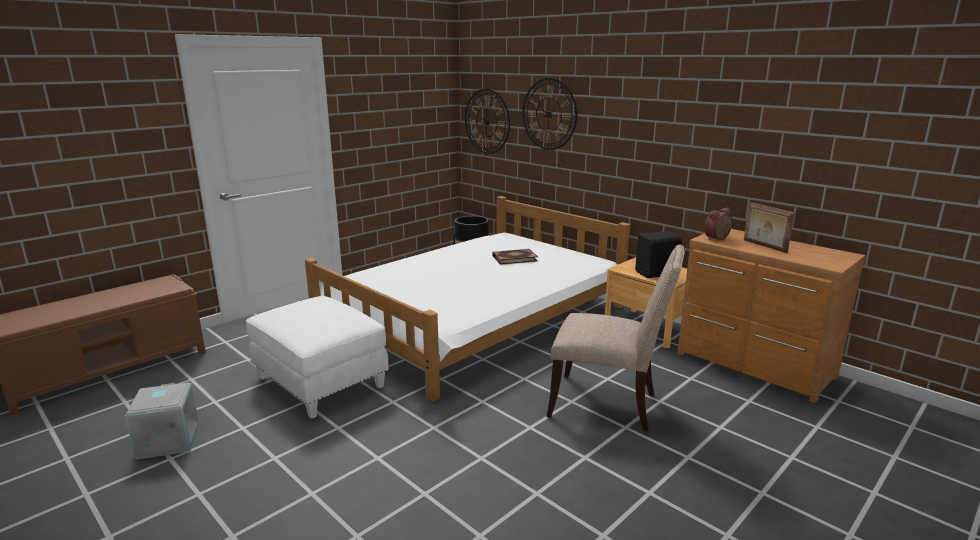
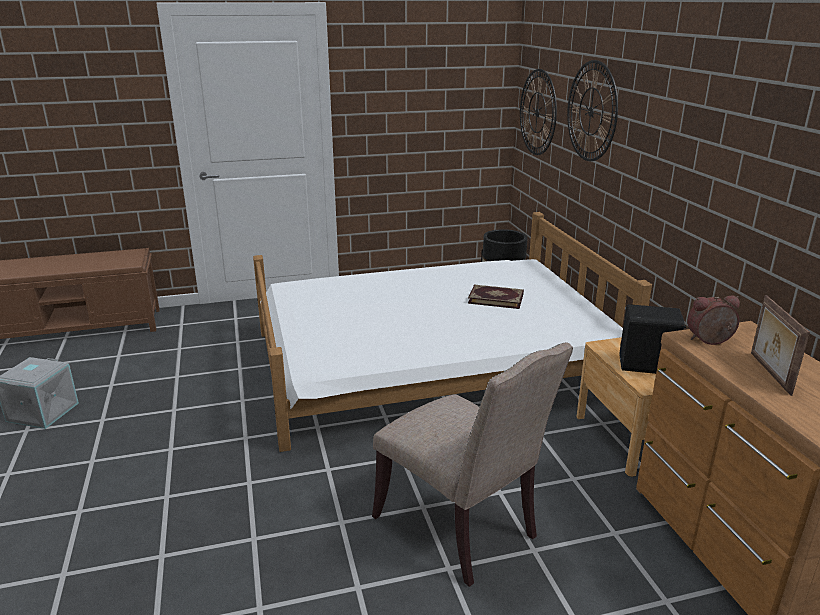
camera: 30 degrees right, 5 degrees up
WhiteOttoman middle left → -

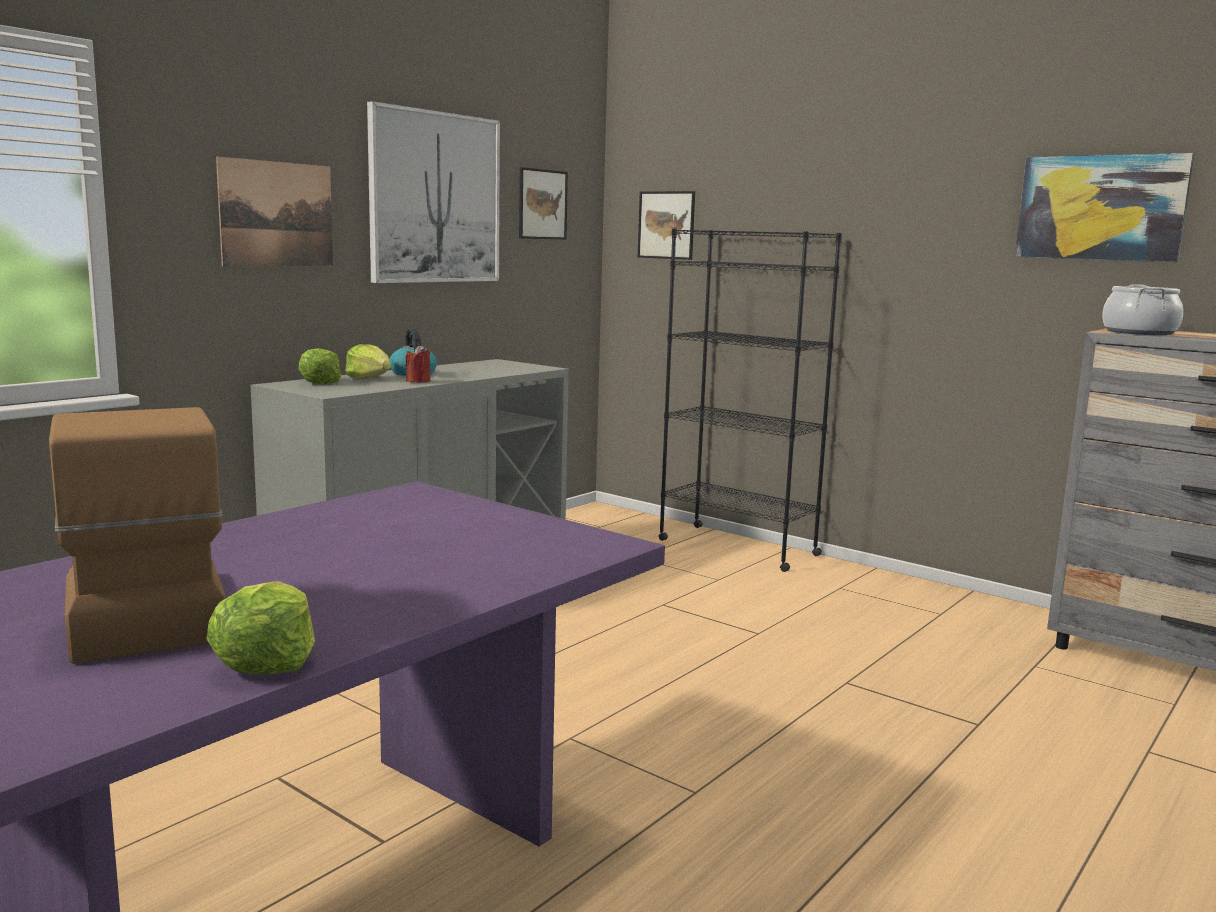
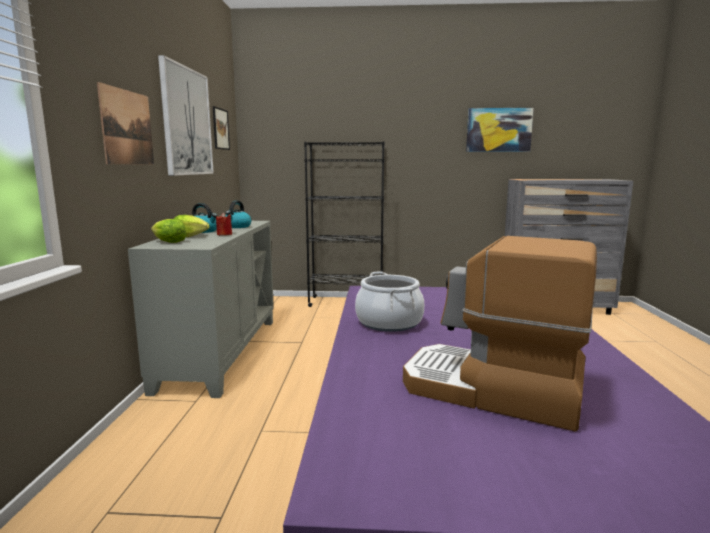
camera: 35 degrees left, 0 degrees up
- → TeaKettle (no. 2 from left) centre
CookingPot middle right → CookingPot centre, shifted
Lettuce (no. 1 from left) bottom left → -
Picture (no. 4 from left) top centre → -

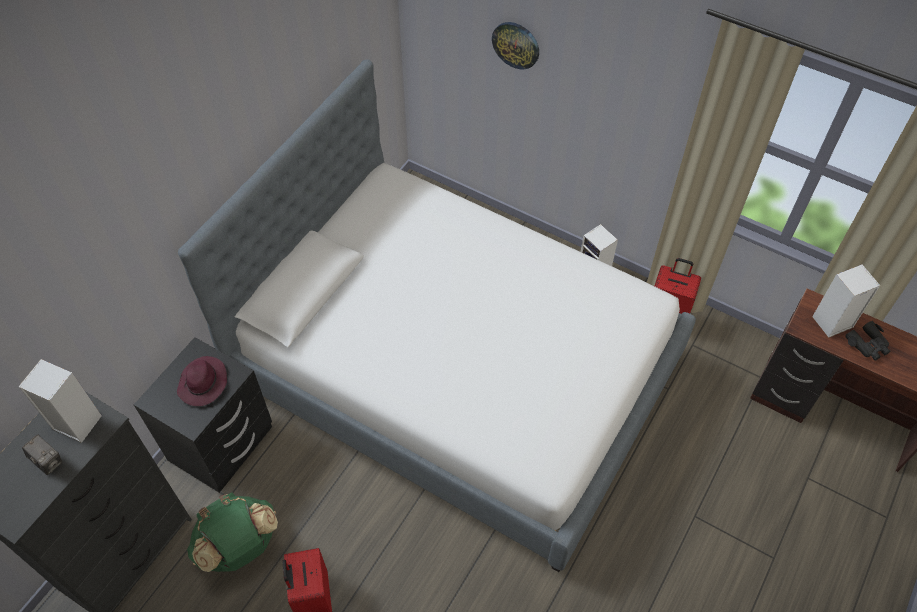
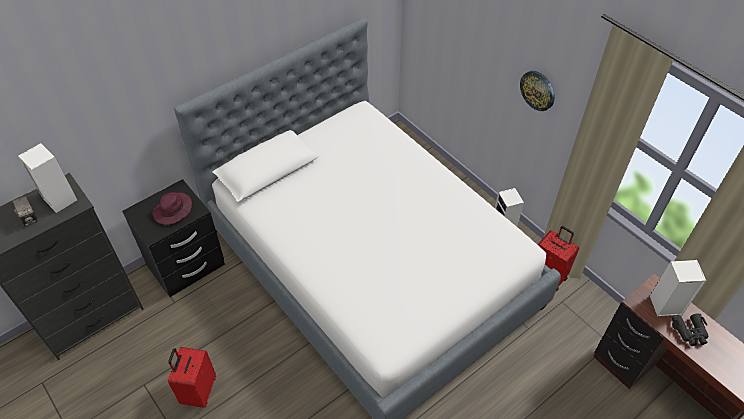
camera: 20 degrees right, 5 degrees down
WallClock top centre → WallClock top right, shifted
GreenColouredRucksack bottom left → -

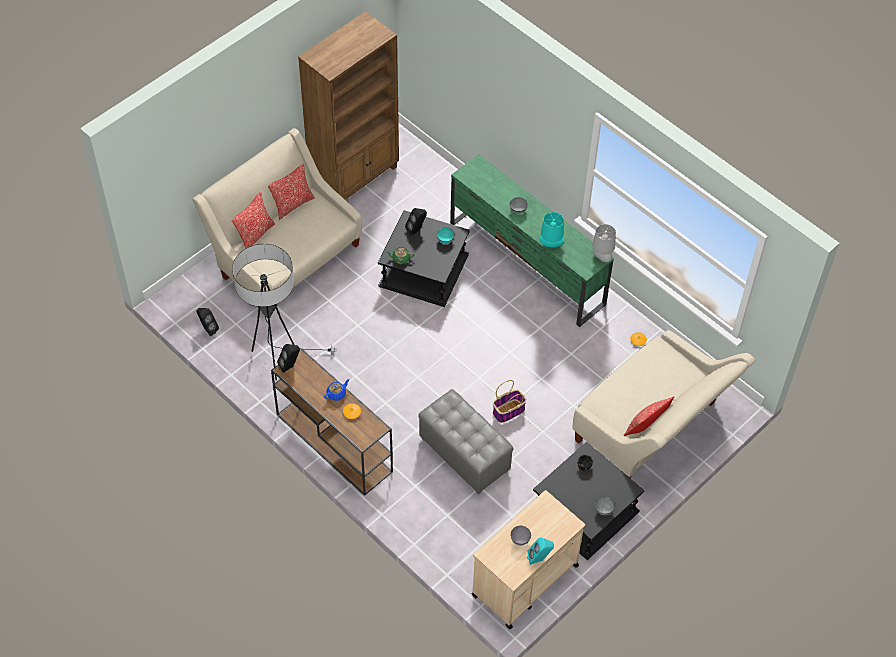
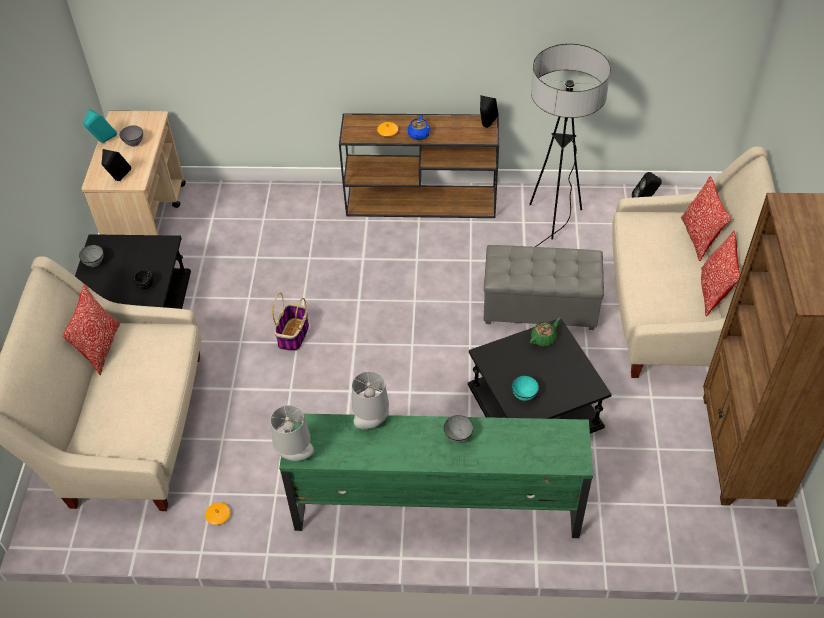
camera: 140 degrees right, 5 degrees down
BlackSpeaker (no. 3 from left in the first image) centre → BlackSpeaker (no. 1 from left) top left, shifted
TurquoiseLampForATable centre → GreyLampForATable (no. 2 from left) centre
GreyOttoman bottom centre → GreyOttoman centre, shifted

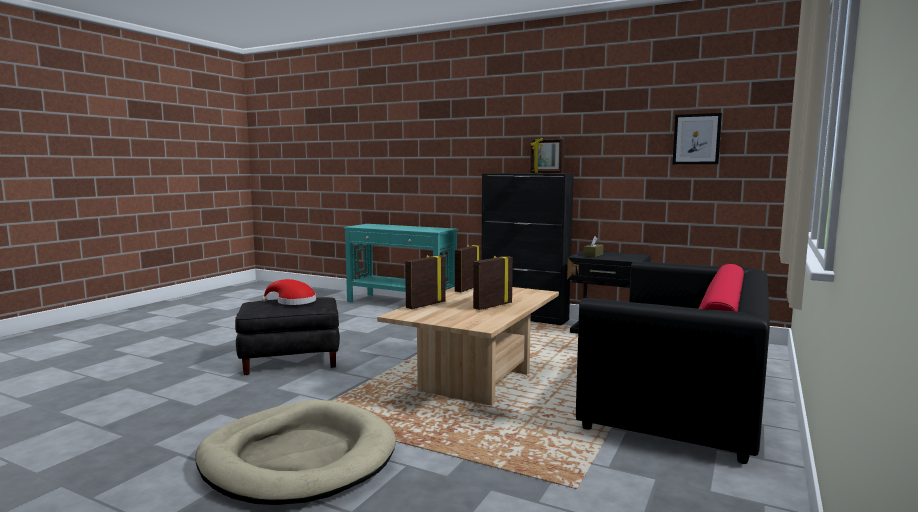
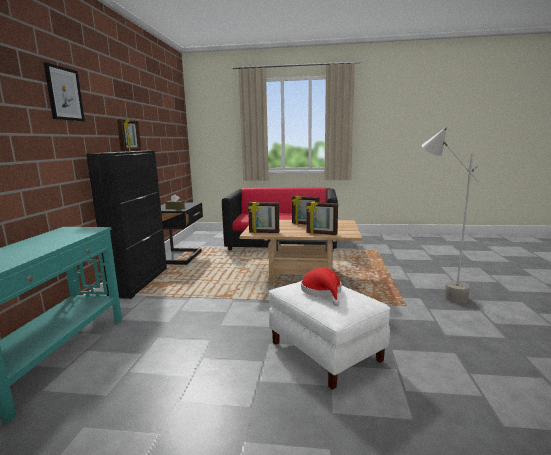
camera: 110 degrees left, 5 degrees up
Picture top right → Picture top left, shifted
BlackOttoman middle left → WhiteOttoman bottom centre
SandColouredPetBed bottom left → GreyStandingLamp middle right

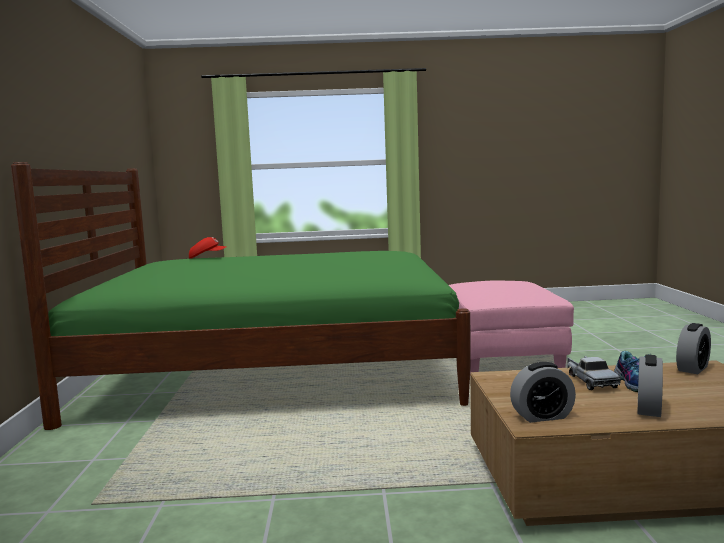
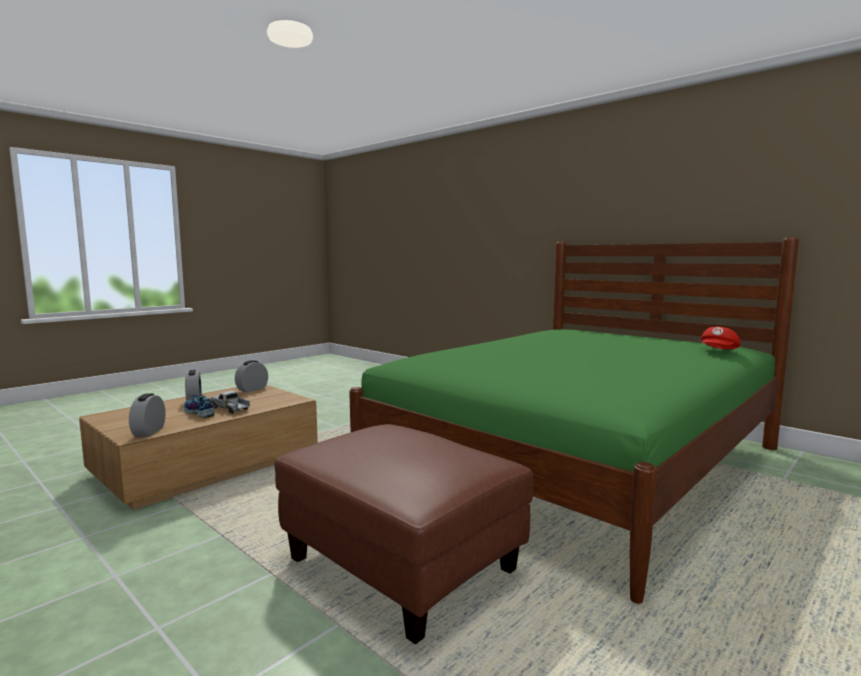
camera: 135 degrees right, 0 degrees up
PinkOttoman middle right → BrownishOttoman bottom centre

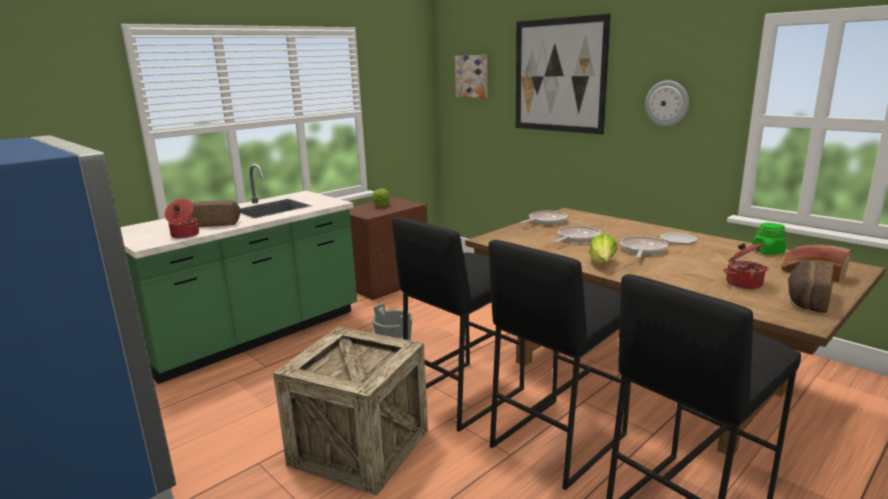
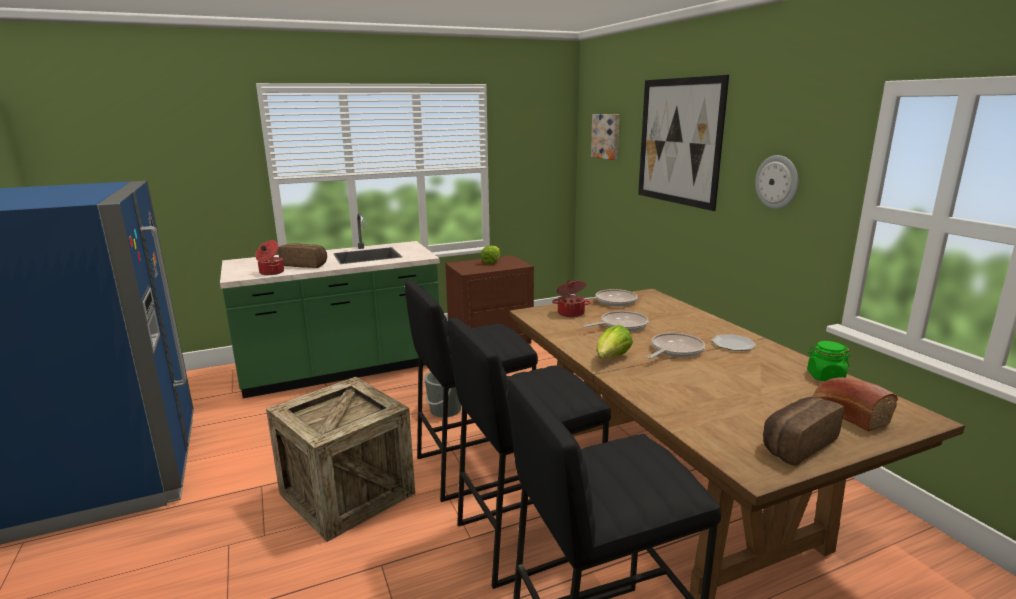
camera: 20 degrees right, 0 degrees up
CookingPot (no. 2 from left) middle right → CookingPot (no. 2 from left) centre, shifted

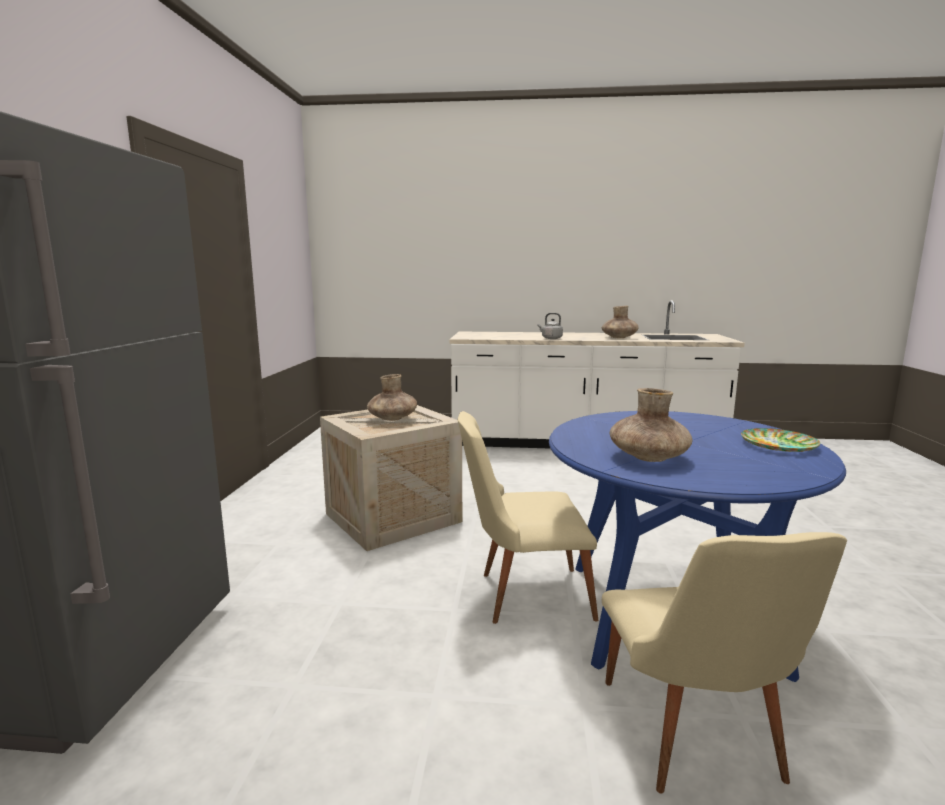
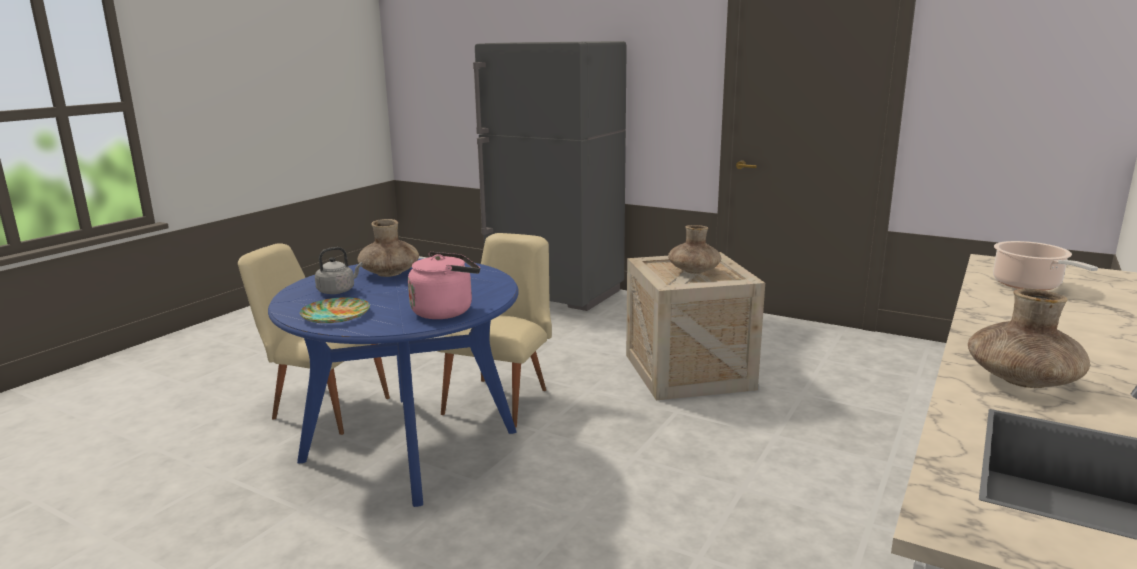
camera: 115 degrees right, 5 degrees up
GreyTeaKettle centre → GreyTeaKettle middle left, shifted
- → PinkTeaKettle centre
- → CookingPot middle right

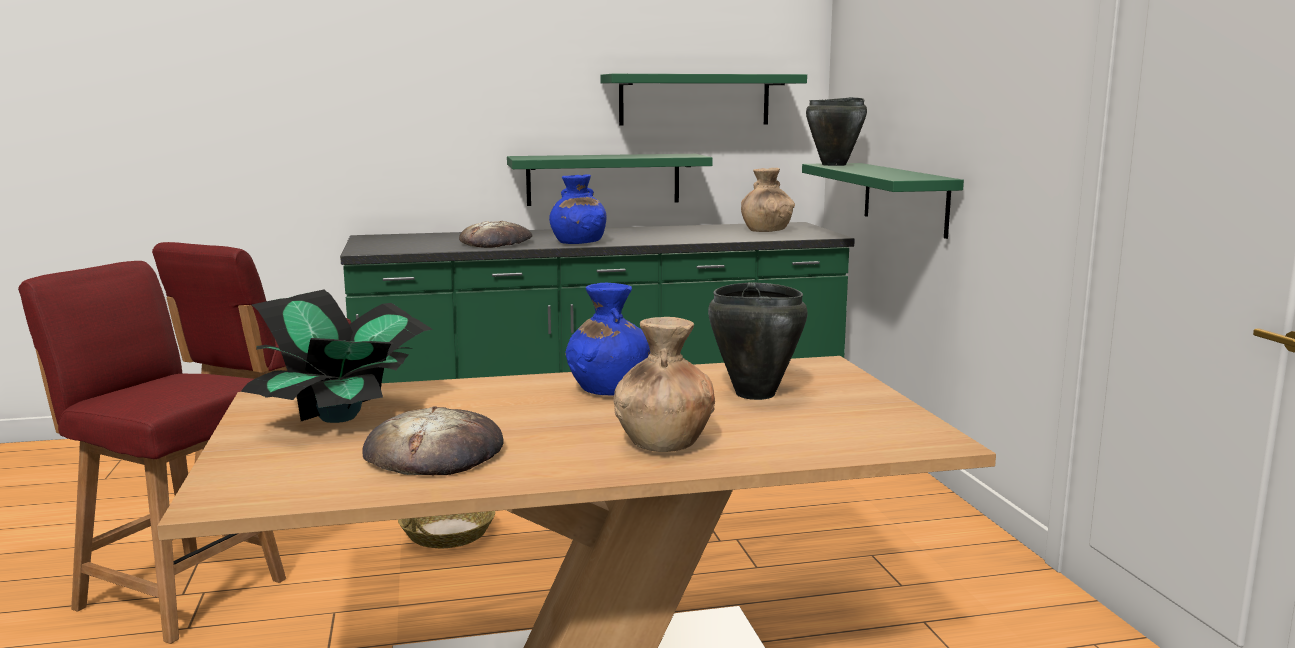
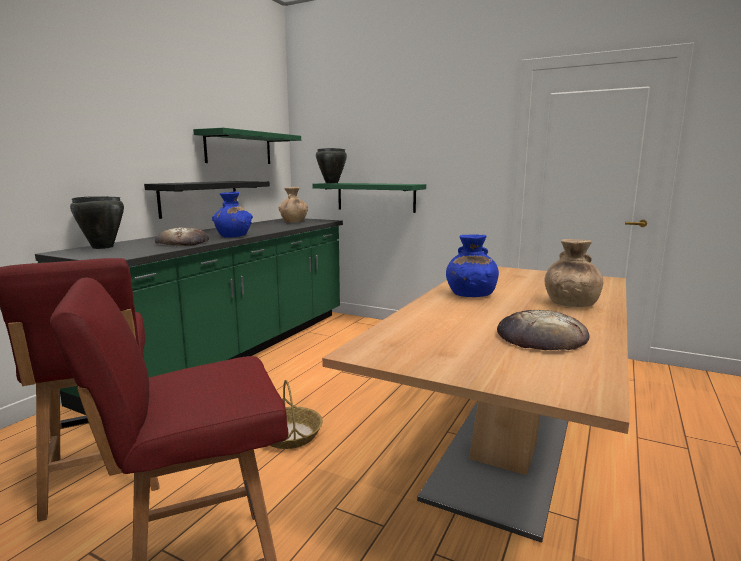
camera: 50 degrees left, 0 degrees up
BlackCookingPot (no. 1 from left) centre → BlackCookingPot (no. 1 from left) middle left, shifted
GreenColouredWallShelf (no. 1 from left) top centre → BlackWallShelf middle left
PottedPlant middle left → -

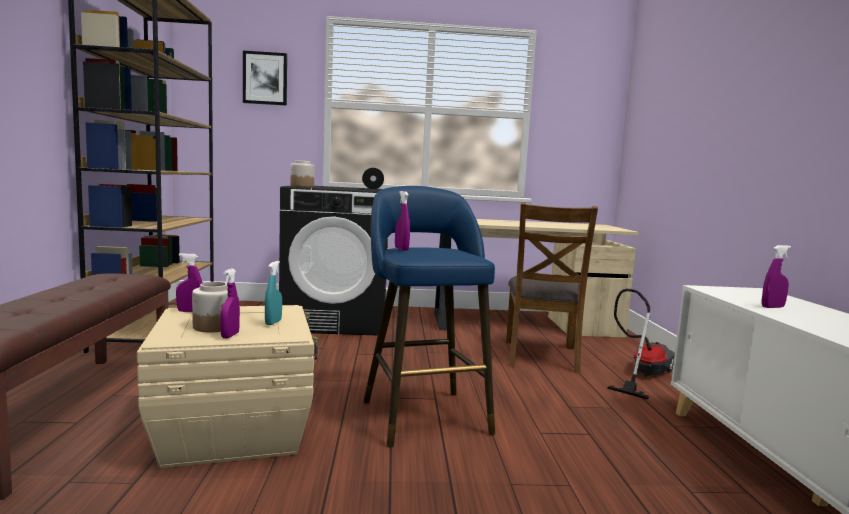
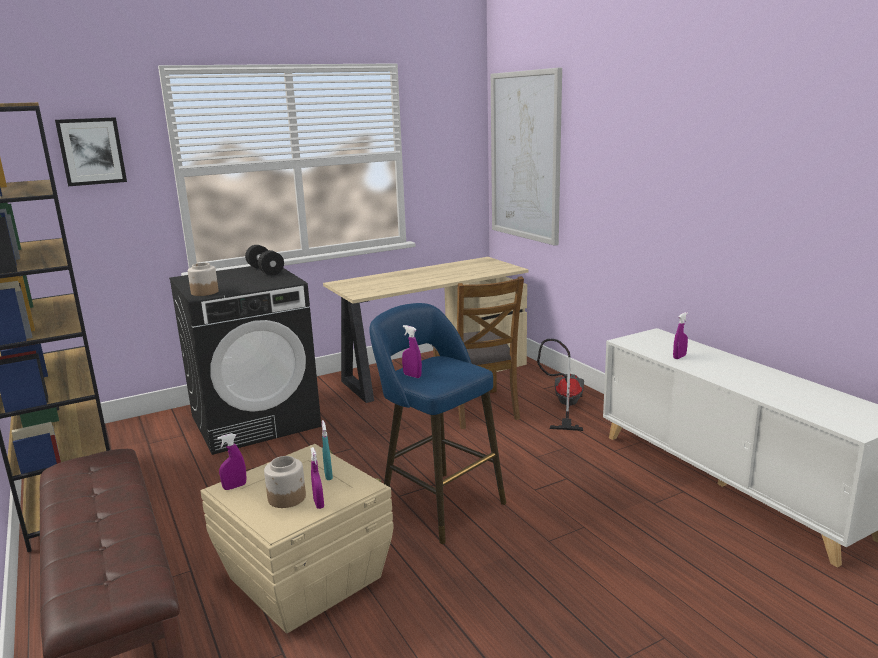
camera: 25 degrees left, 10 degrees up
- → Picture (no. 2 from left) top centre

